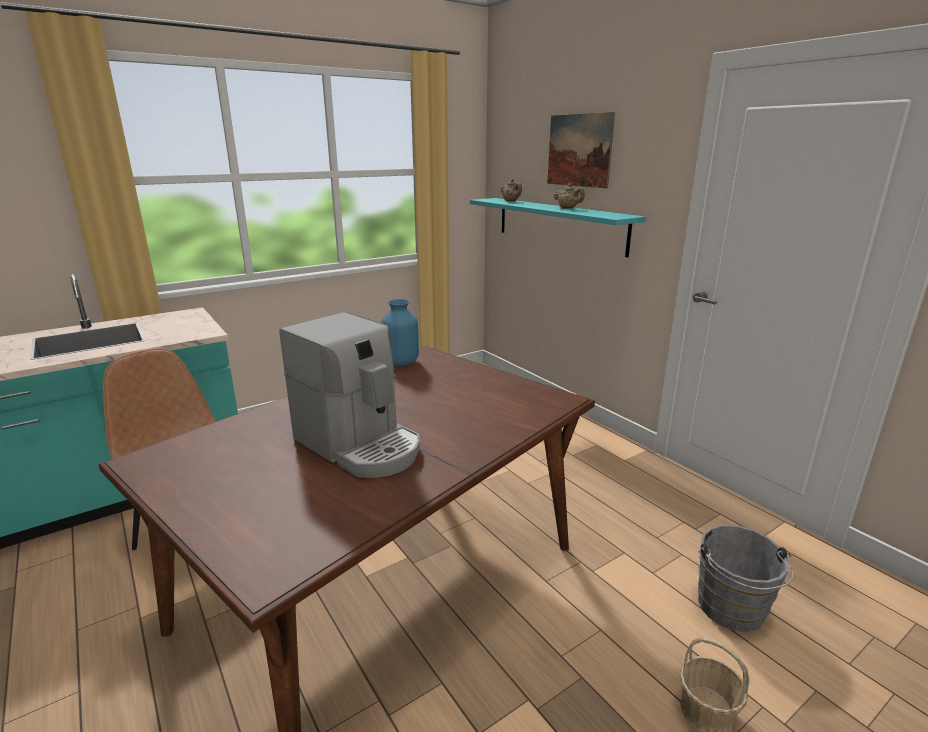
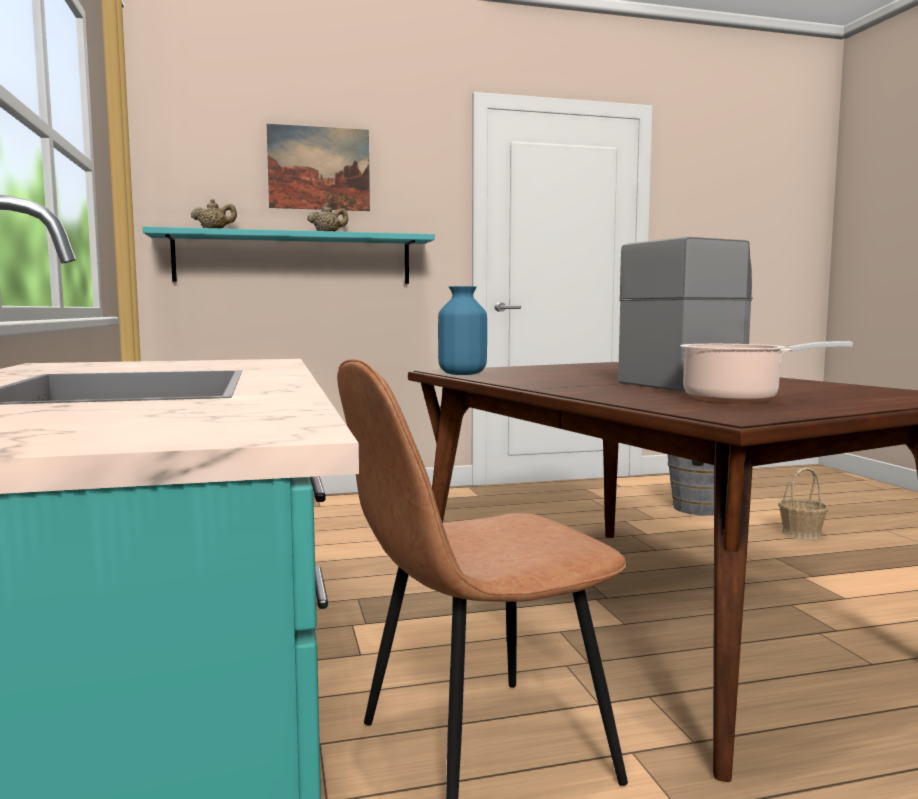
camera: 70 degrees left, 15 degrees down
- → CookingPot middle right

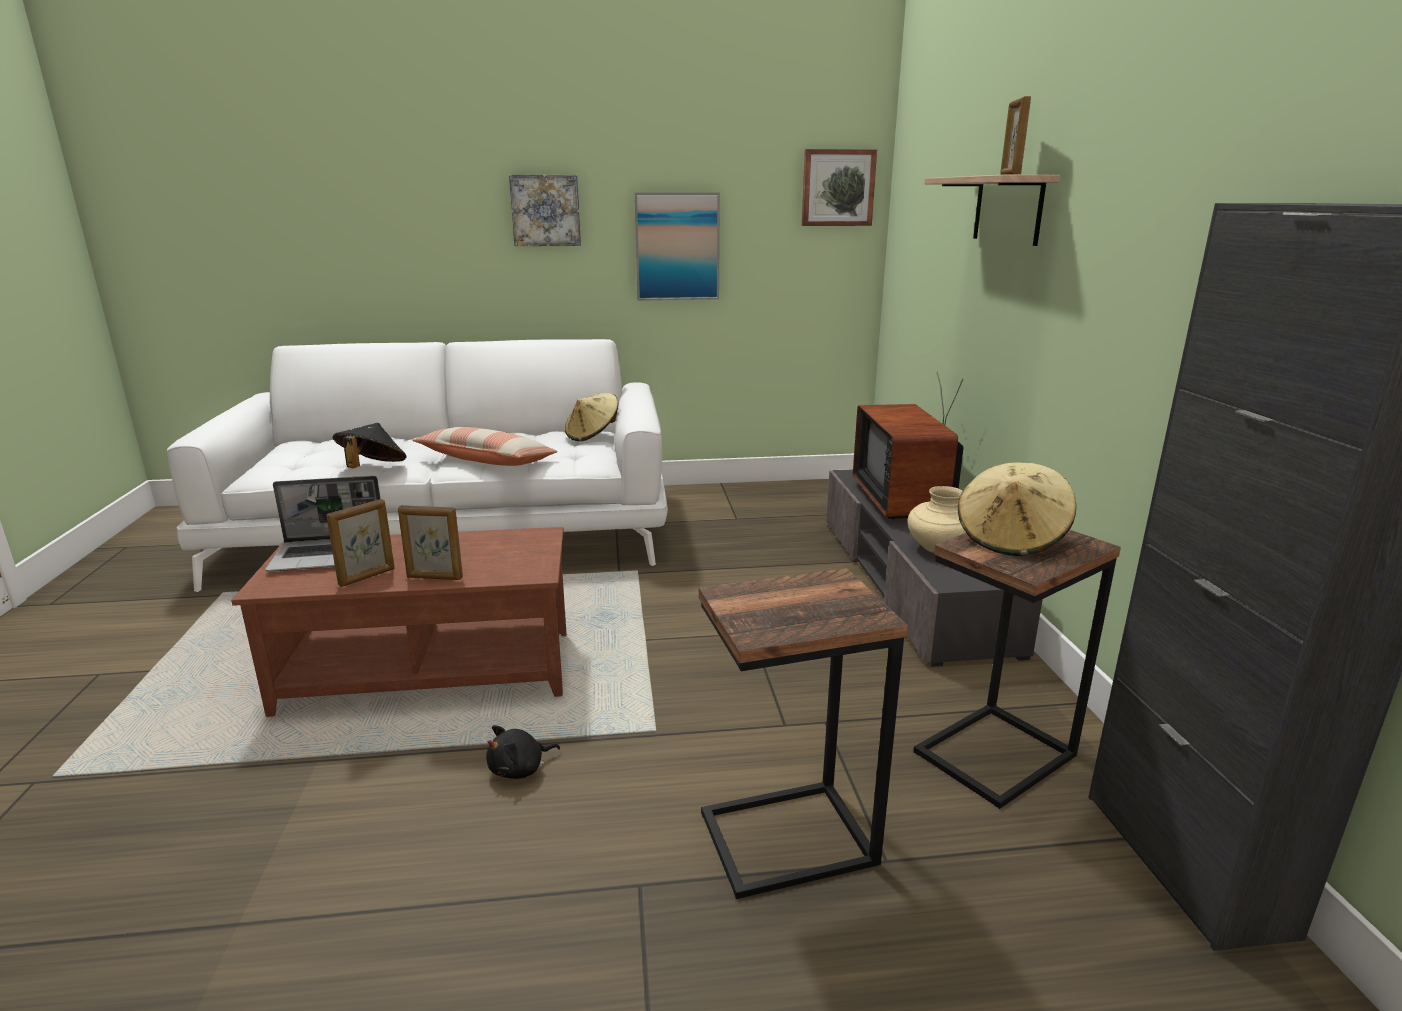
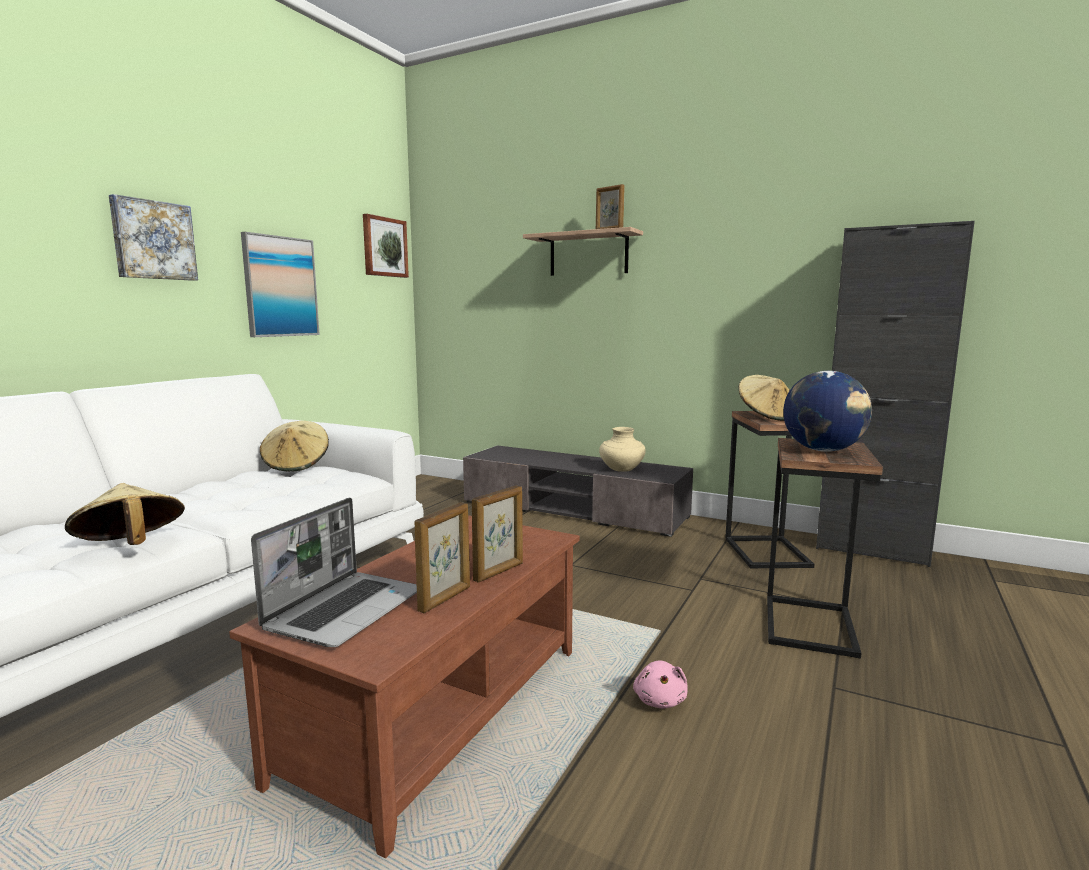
camera: 55 degrees left, 10 degrees down
BlackHat middle left → SandColouredHat (no. 1 from left) middle left
PhotoFrame (no. 1 from left) middle left → PhotoFrame (no. 1 from left) centre, 45 degrees clockwise
BlackSoftToy bottom centre → PinkSoftToy bottom centre
- → Globe middle right
ThrowPillow centre → -
Television centre → -

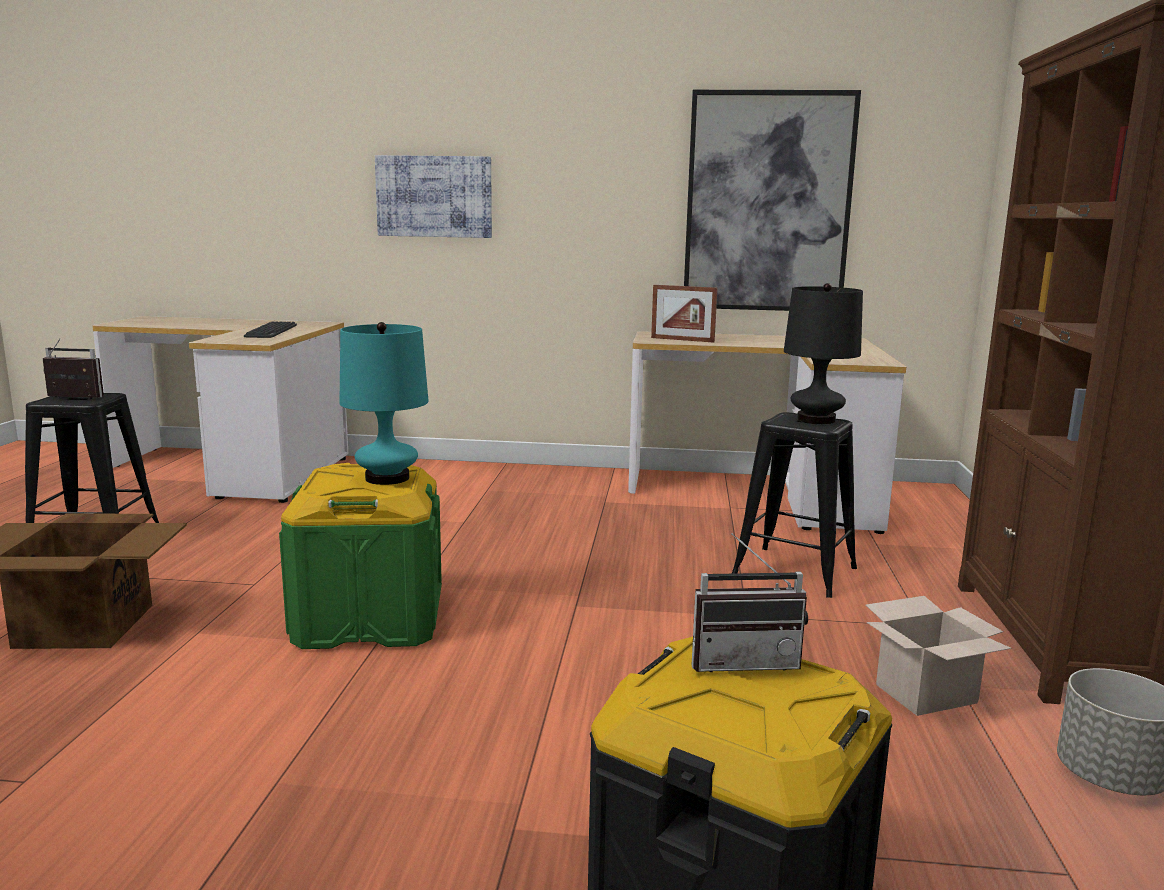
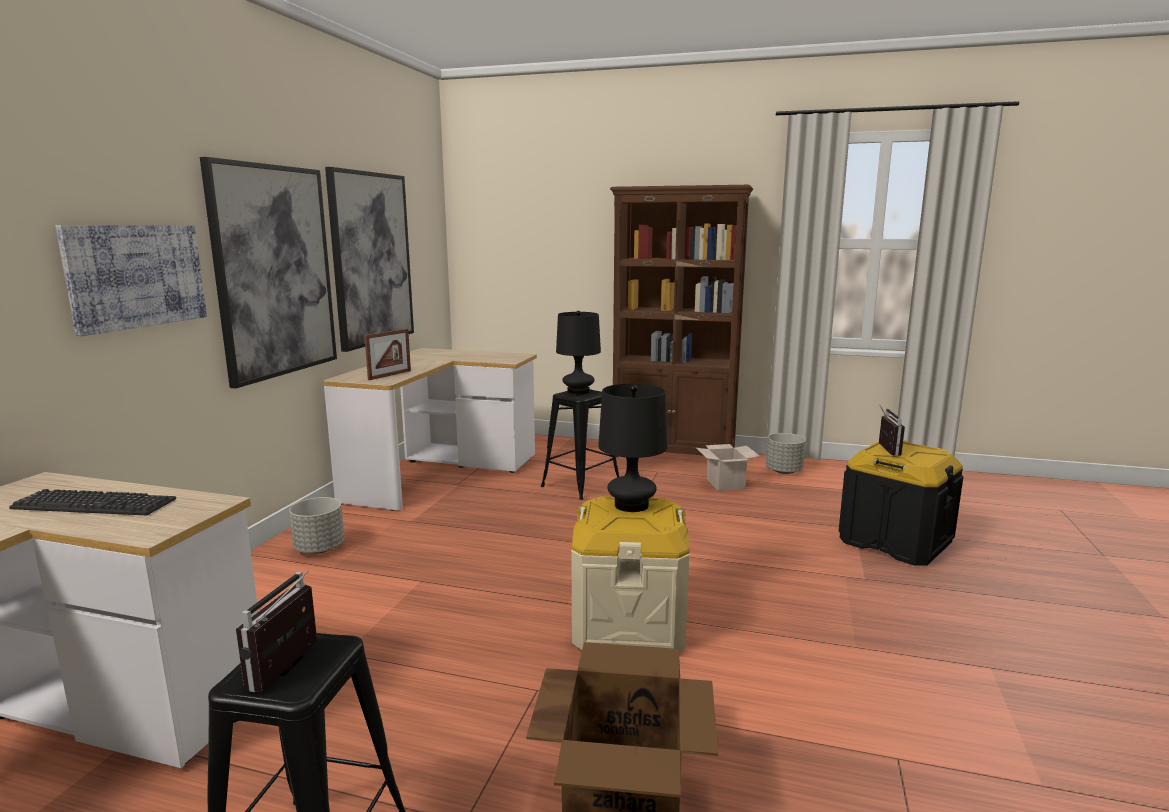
camera: 80 degrees left, 0 degrees up
- → Picture (no. 2 from left) middle left
- → GreyPlantPot (no. 1 from left) middle left
GreenColouredStorageBox middle left → SandColouredStorageBox bottom centre
TurquoiseLampForATable middle left → BlackLampForATable (no. 2 from left) centre

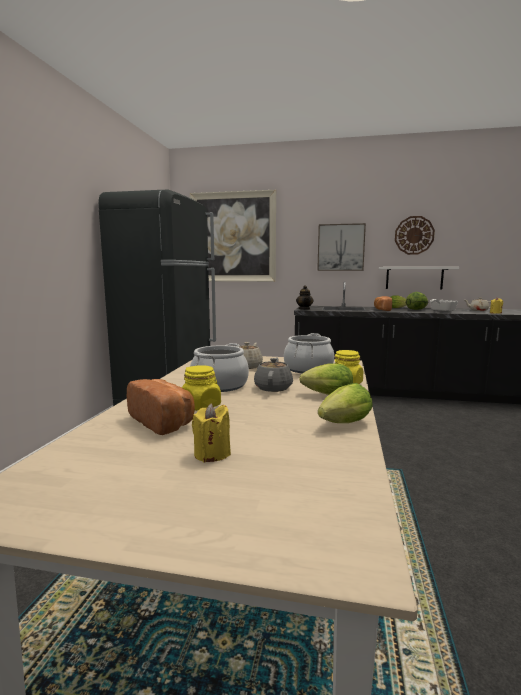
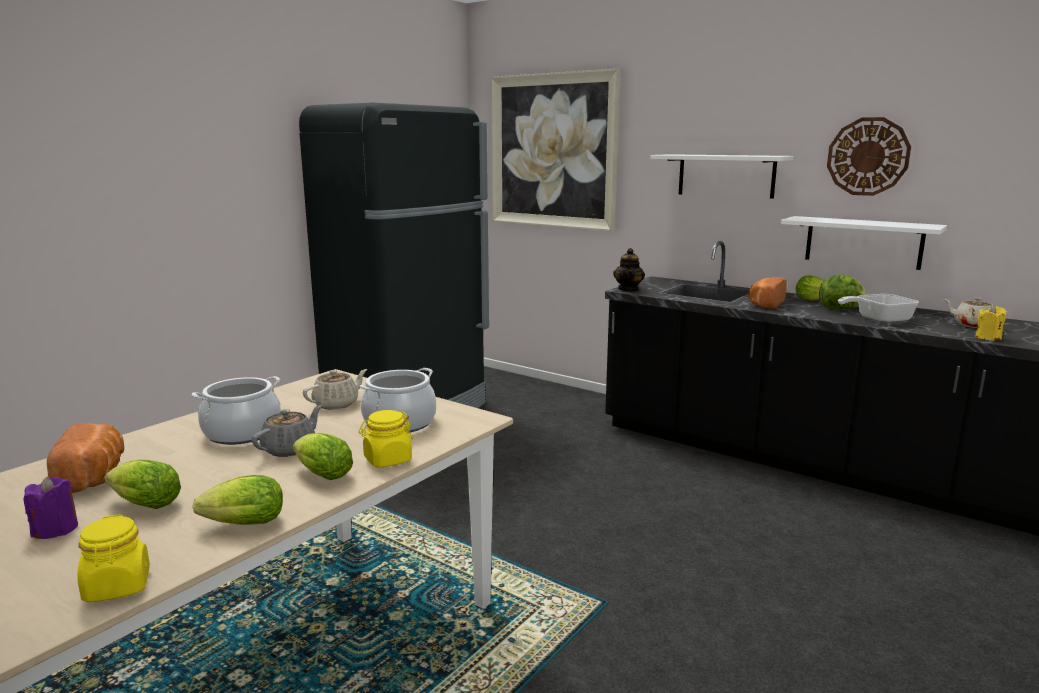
camera: 25 degrees right, 5 degrees up
YellowishWaxCandle (no. 1 from left) centre → PurpleWaxCandle bottom left
YellowishPreserveJar (no. 1 from left) centre → YellowishPreserveJar (no. 1 from left) bottom left, shifted
- → Lettuce (no. 1 from left) bottom left
Picture (no. 2 from left) centre → WhiteWallShelf (no. 1 from left) top right

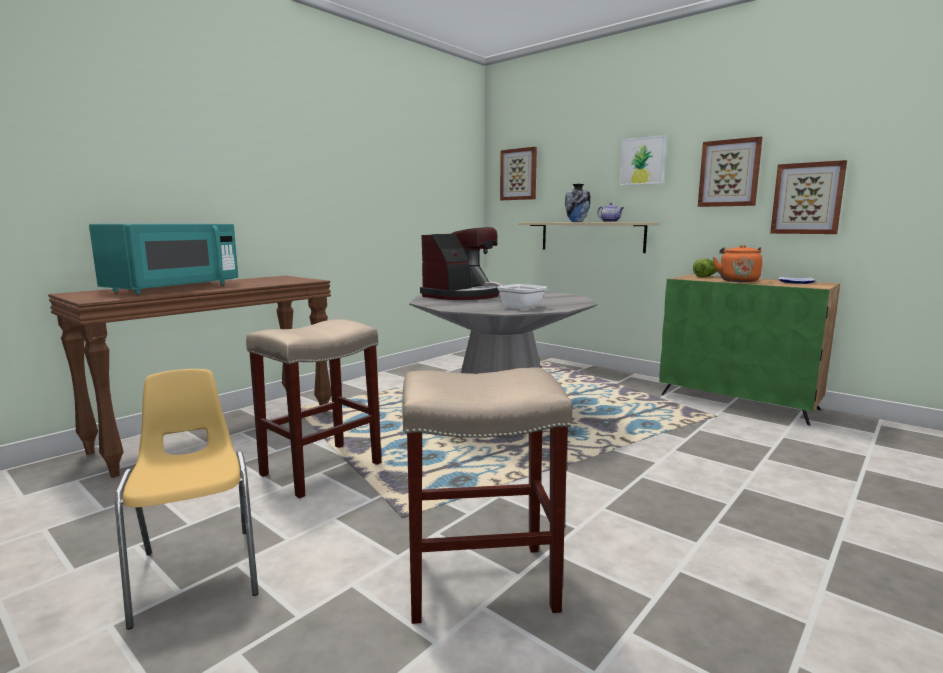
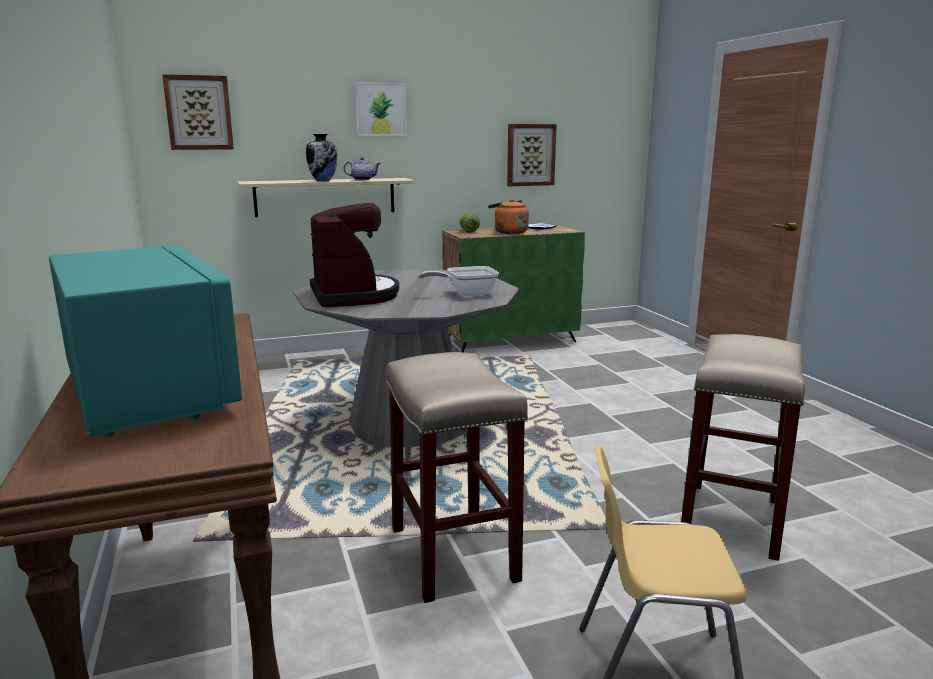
camera: 60 degrees left, 5 degrees up
Picture (no. 3 from left) top right → -

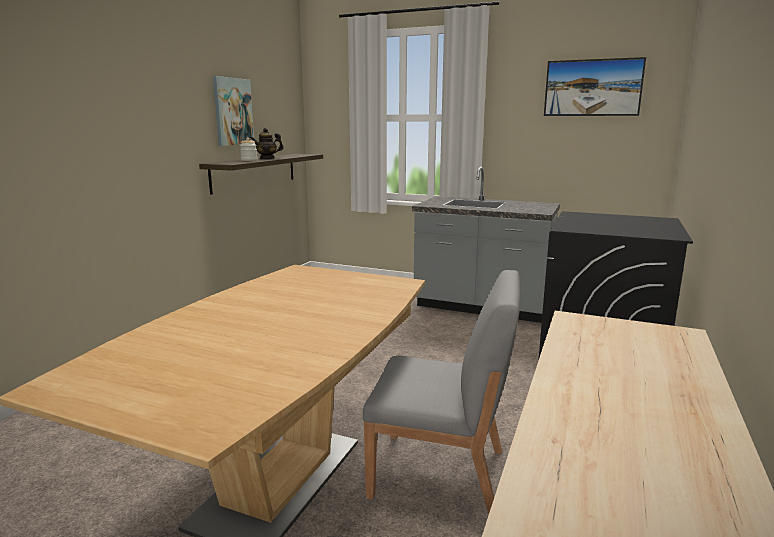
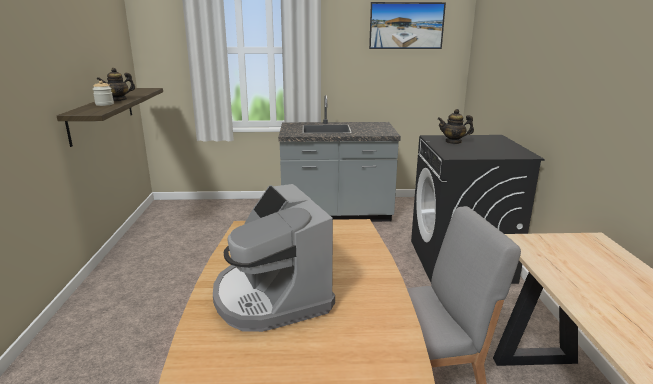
camera: 25 degrees left, 5 degrees up
- → CoffeeBrewer bottom centre
- → PotForTea (no. 2 from left) top right
Picture (no. 1 from left) top left → -

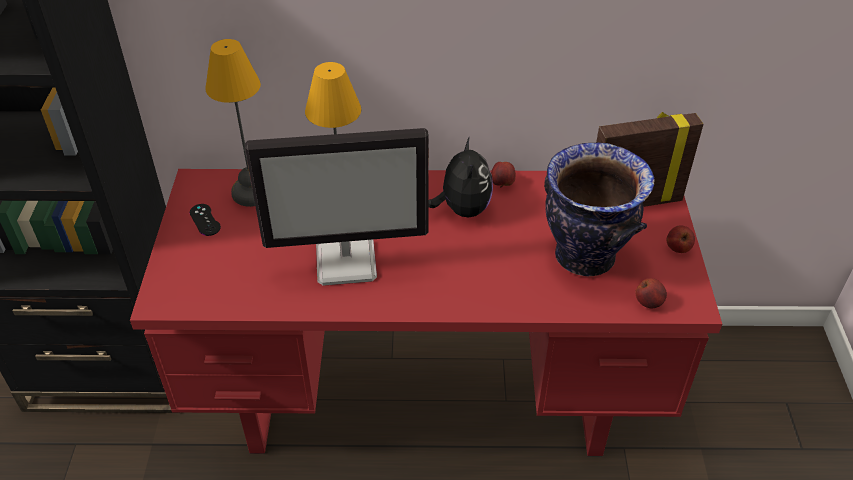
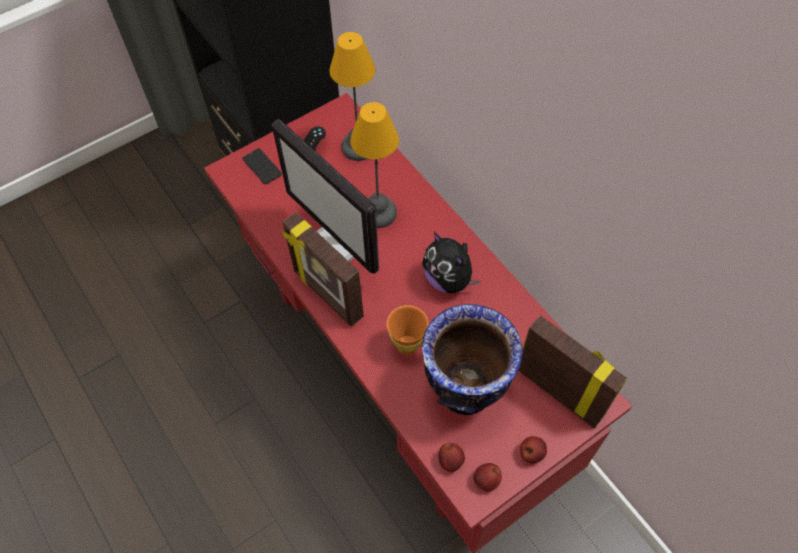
camera: 55 degrees right, 15 degrees up
- → Telephone top left
- → PhotoFrame (no. 1 from left) centre
- → OrangeColouredDrinkingCup centre
SoftToy centre, 90 degrees clockwise
AppleFruit (no. 1 from left in the first image) centre → AppleFruit (no. 2 from left) bottom centre, shifted

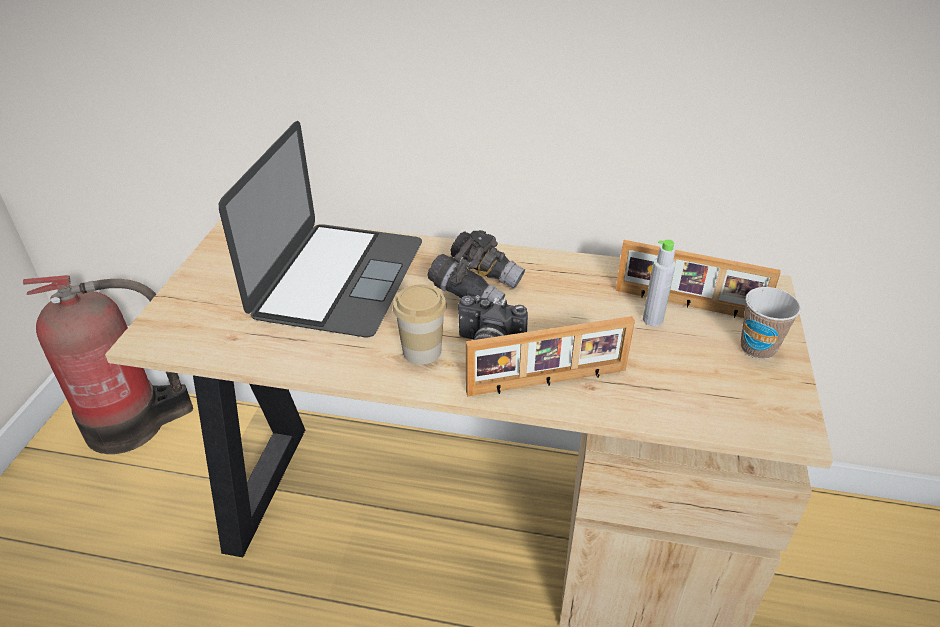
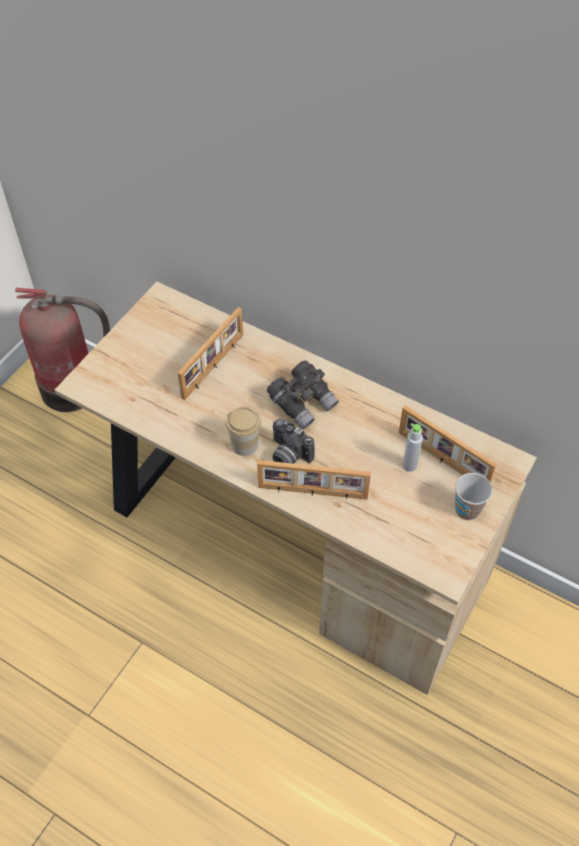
camera: 20 degrees right, 15 degrees up
NotebookComputer centre → PhotoFrame (no. 1 from left) centre

